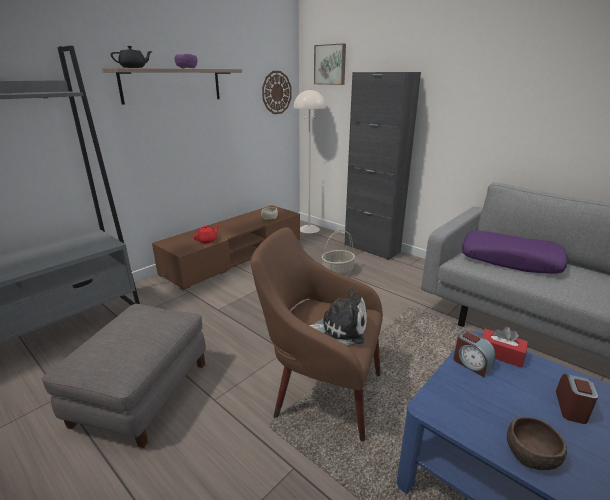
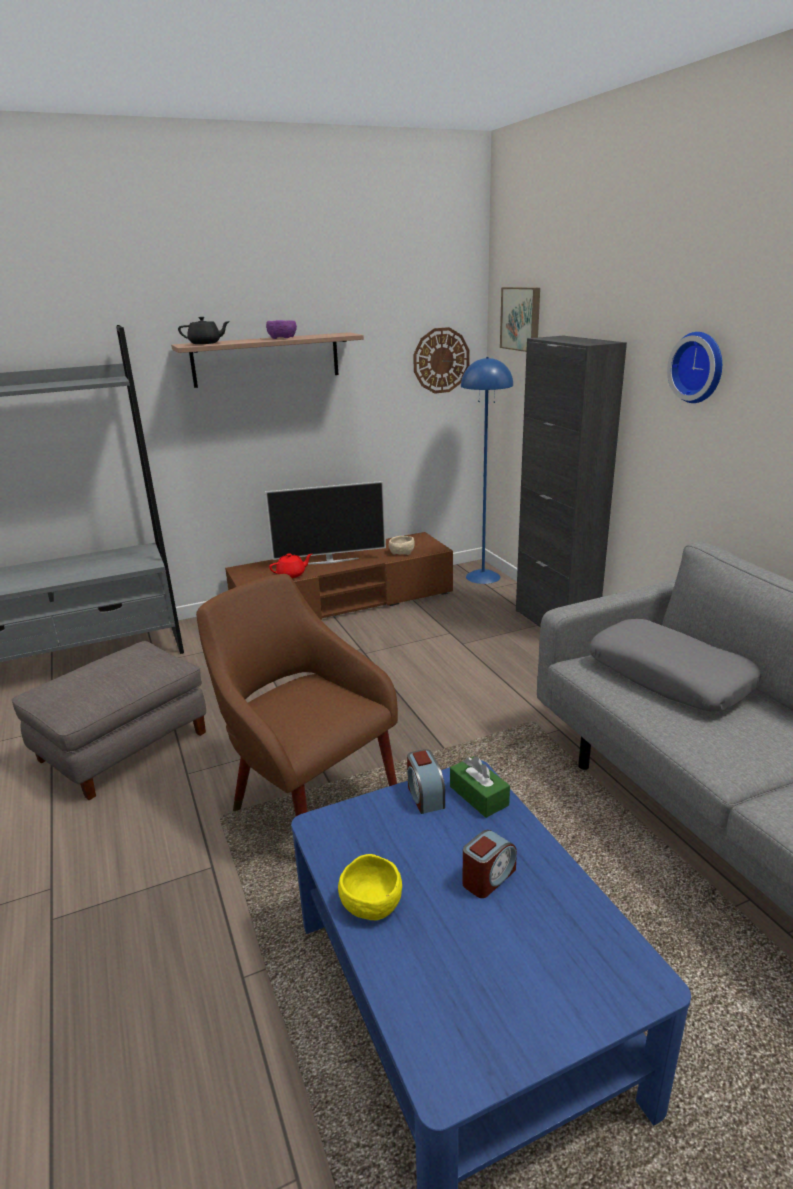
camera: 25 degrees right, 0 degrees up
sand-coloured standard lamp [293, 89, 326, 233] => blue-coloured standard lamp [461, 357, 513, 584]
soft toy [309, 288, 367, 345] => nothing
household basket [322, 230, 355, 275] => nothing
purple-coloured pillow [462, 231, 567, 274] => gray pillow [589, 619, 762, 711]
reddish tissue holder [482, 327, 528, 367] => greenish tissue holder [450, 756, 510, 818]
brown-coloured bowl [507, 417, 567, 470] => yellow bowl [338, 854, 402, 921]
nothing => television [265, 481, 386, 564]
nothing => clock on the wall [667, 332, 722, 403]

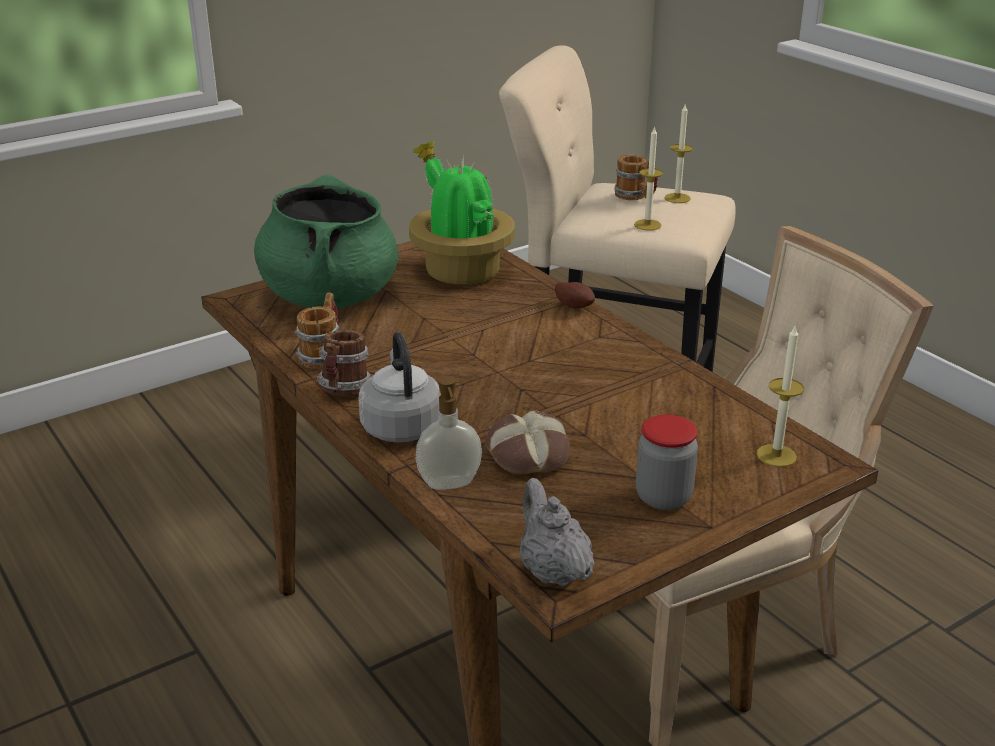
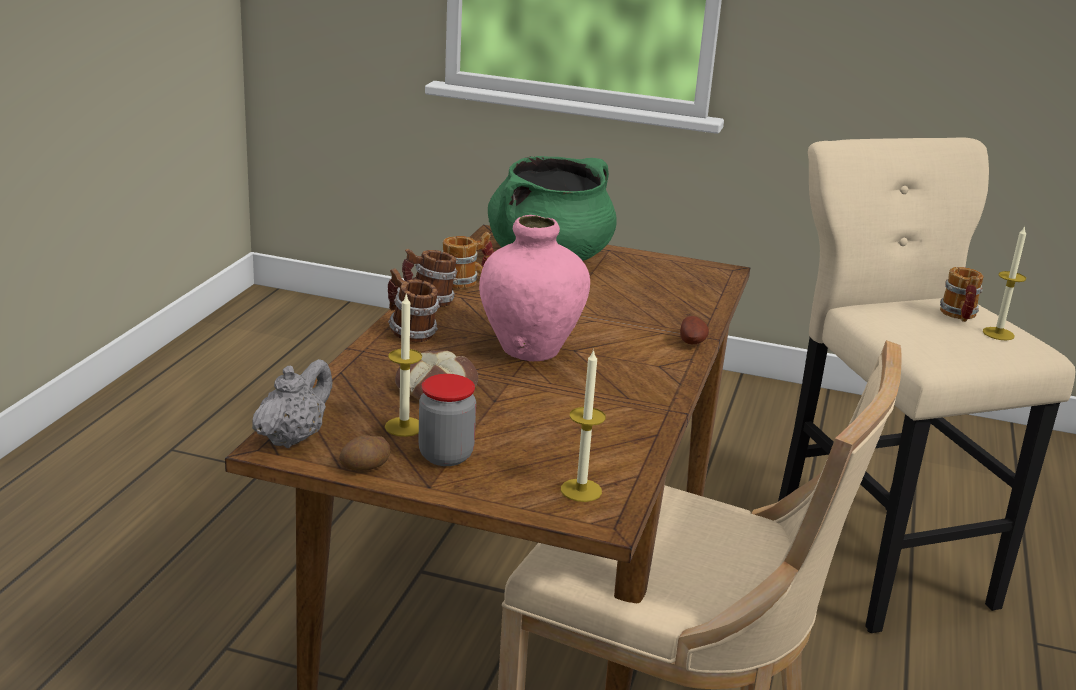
camera: 50 degrees right, 5 degrees down
gray tea kettle [359, 332, 441, 443] => coffee mug [388, 269, 440, 342]
potted plant [409, 141, 515, 285] => nothing
soap dispenser [416, 376, 482, 490] => nothing
wax light [634, 126, 663, 231] => wax light [385, 295, 422, 437], move
nothing => spud [339, 435, 390, 470]
nothing => pinkish flower vase [479, 215, 590, 362]

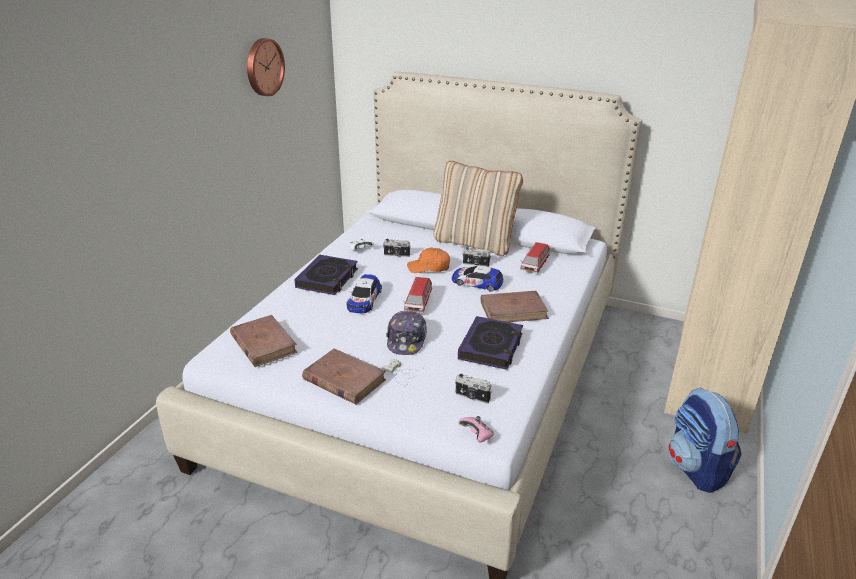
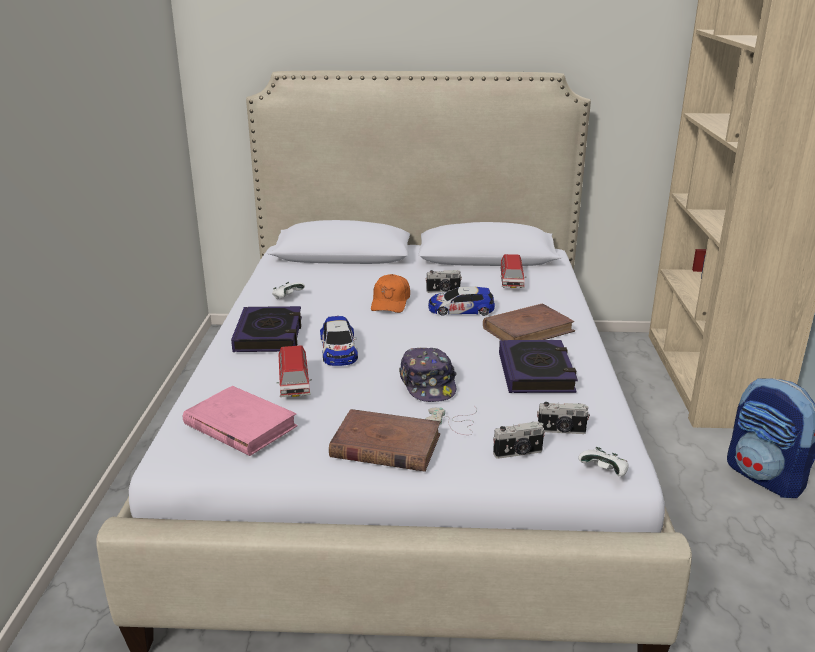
camera: 20 degrees left, 5 degrees down
brown-coloured book [230, 315, 298, 367] => pinkish book [183, 386, 297, 456]
clock on the wall [247, 38, 285, 96] => nothing
still camera [383, 239, 411, 257] => still camera [493, 421, 545, 459], move
model car [403, 277, 432, 313] => model car [276, 345, 312, 397], move
orangey cap [407, 247, 450, 273] => orangey cap [371, 274, 410, 313], 60 degrees counterclockwise
sand-coloured pillow [433, 161, 523, 256] => nothing
pinkish joypad [458, 416, 494, 442] => white joypad [578, 447, 629, 477]

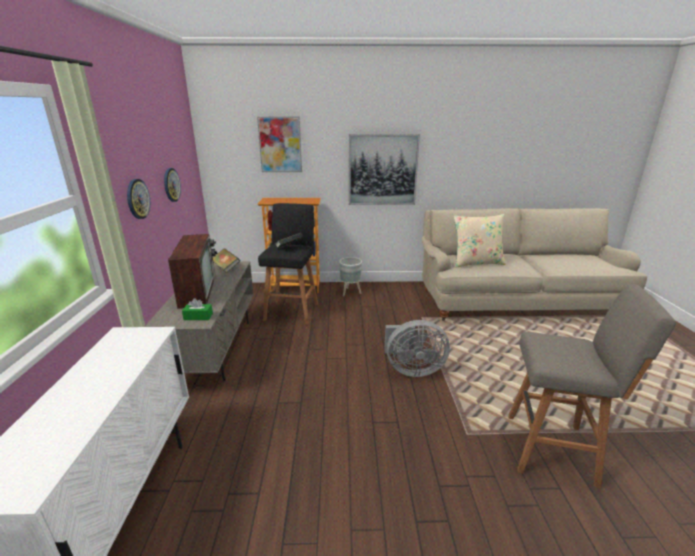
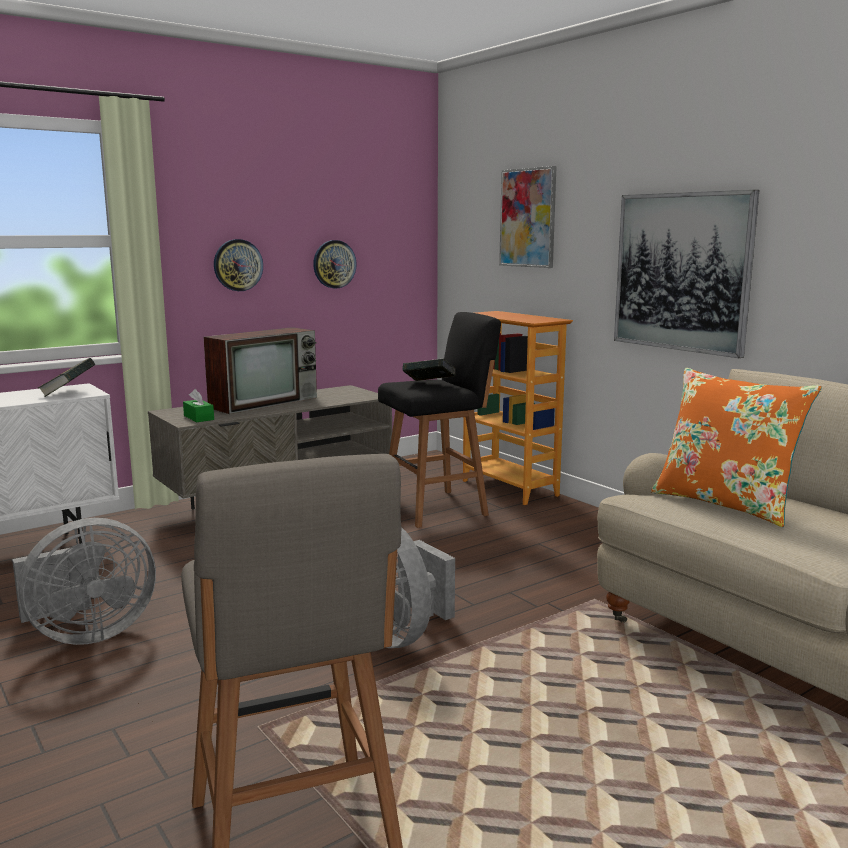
camera: 55 degrees right, 10 degrees down
book [213, 248, 240, 273] => book [38, 358, 95, 397], move
gray plant pot [339, 257, 362, 296] => nothing
sand-coloured pillow [453, 214, 506, 267] => orangey pillow [651, 368, 822, 527]
nothing => gray electric fan [12, 518, 156, 645]

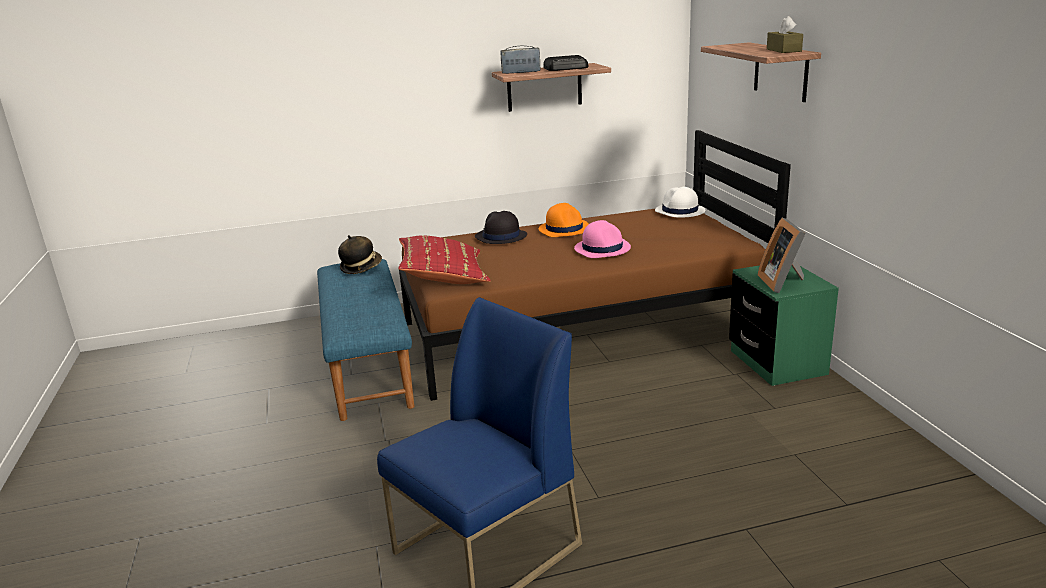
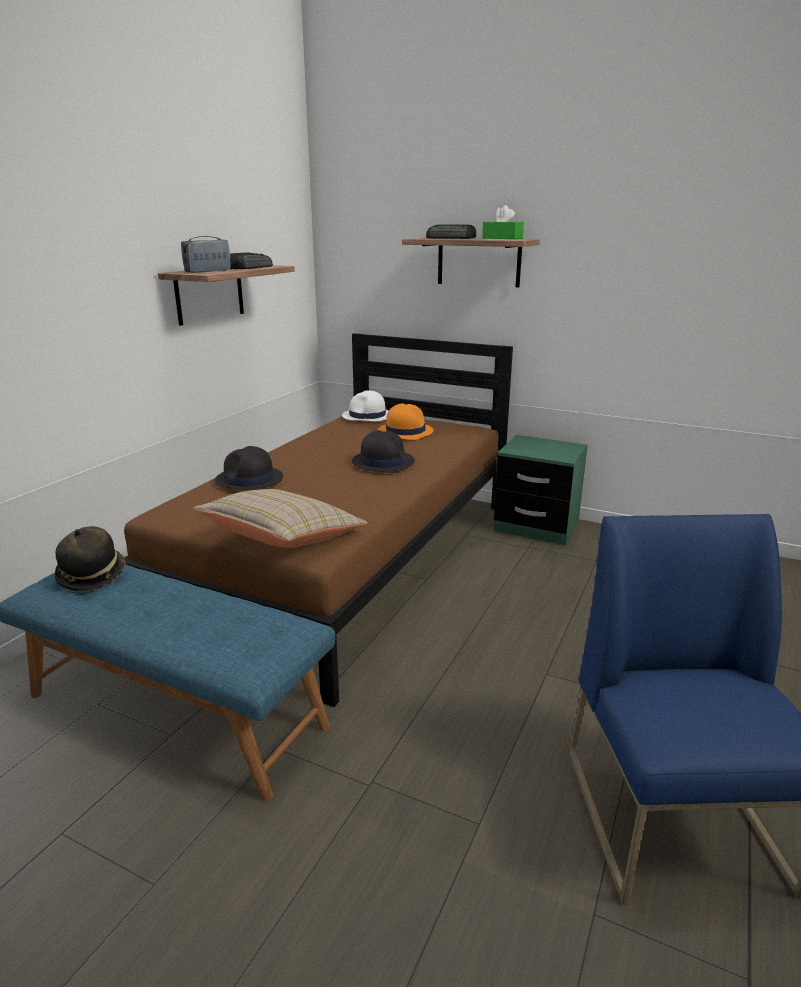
camera: 50 degrees left, 0 degrees up
reddish pillow [398, 235, 491, 284] => sand-coloured pillow [193, 489, 367, 548]
orangey hat [539, 203, 589, 237] => orangey hat [378, 403, 434, 440], move
pinkish hat [574, 220, 631, 258] => blackish hat [352, 430, 415, 473]
picture frame [758, 218, 806, 293] => nothing
brown-coloured tissue holder [767, 16, 803, 53] => greenish tissue holder [482, 205, 524, 239]
nothing => radio receiver [426, 225, 476, 239]

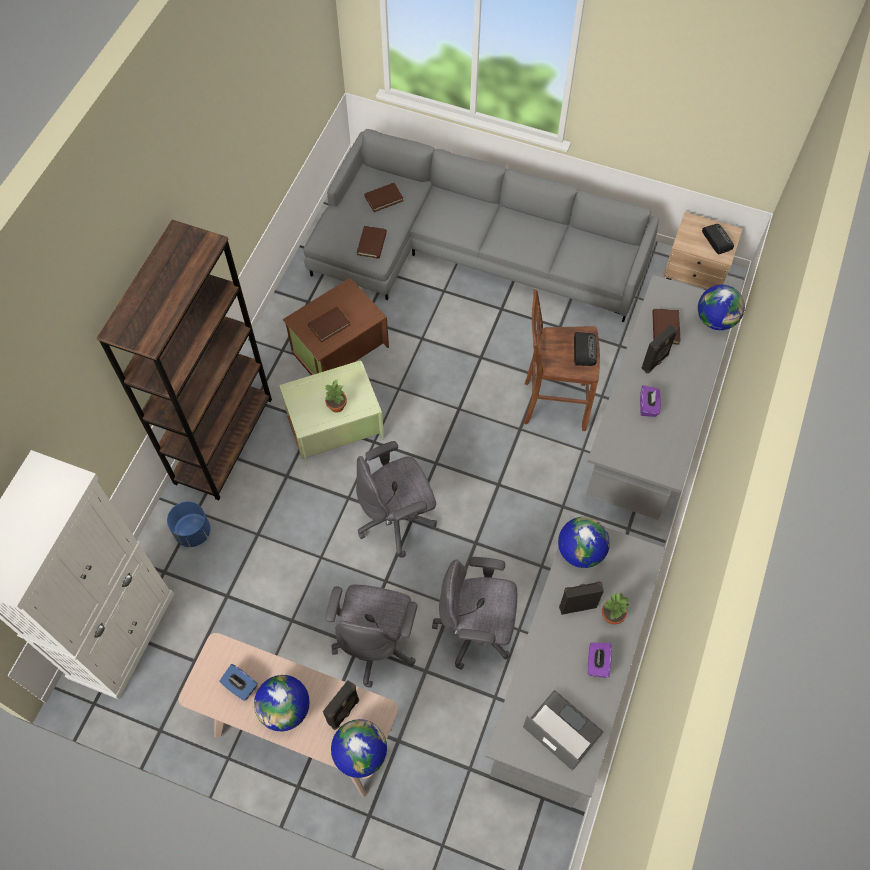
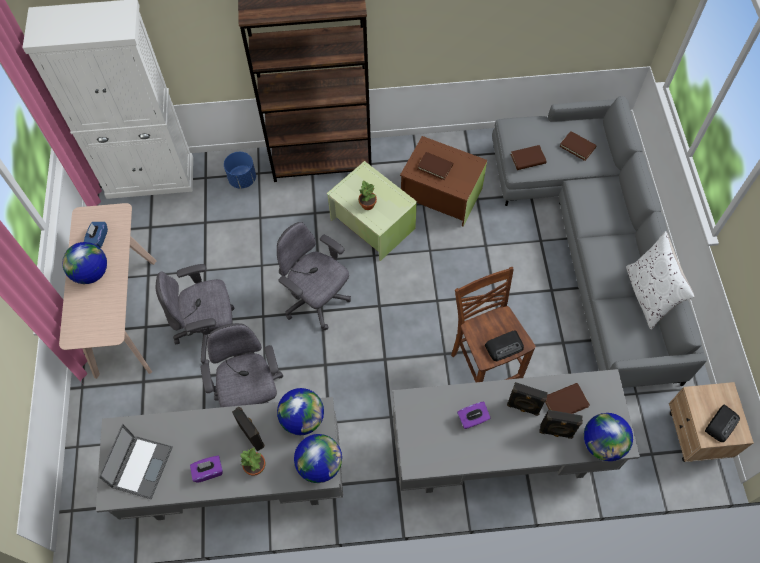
camera: 65 degrees right, 0 degrees up
blackish speaker [323, 680, 359, 730] => blackish speaker [539, 410, 583, 439], move
world globe [331, 719, 387, 778] => world globe [294, 434, 342, 483], move
nothing => white pillow [626, 231, 695, 330]

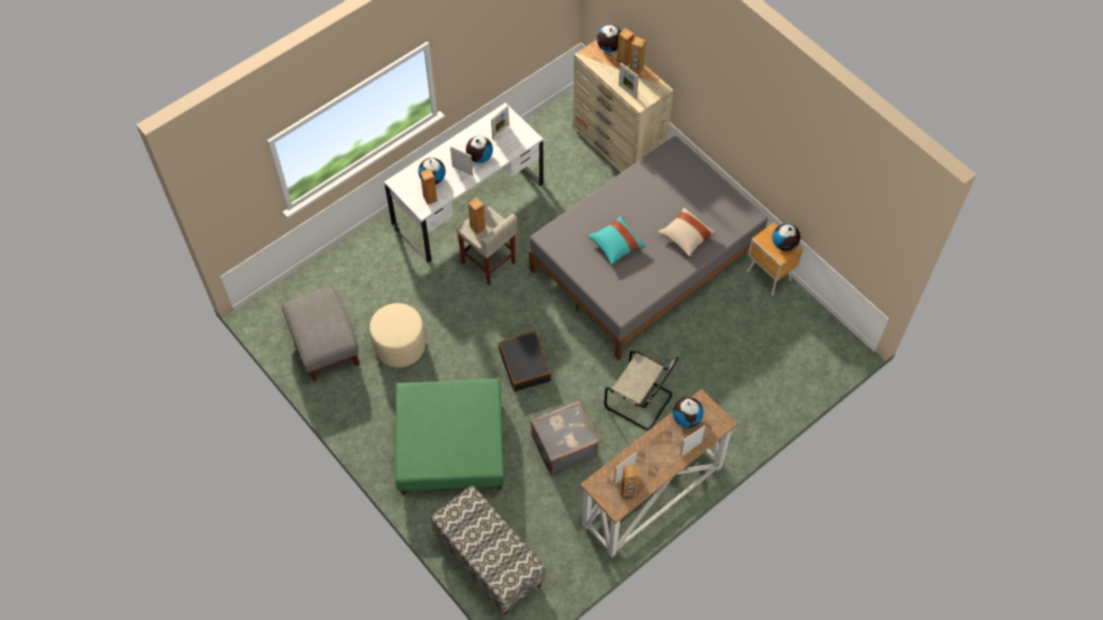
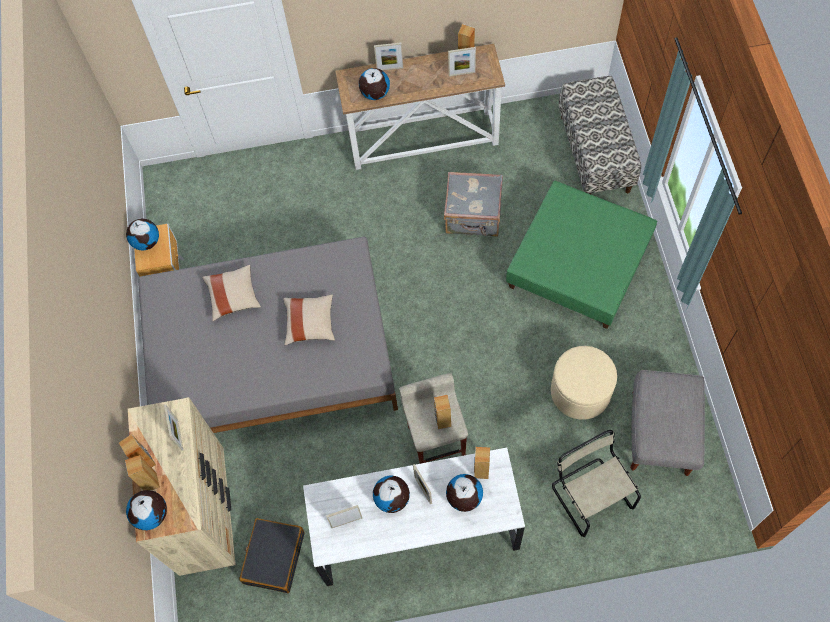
camera: 145 degrees left, 5 degrees up
blackish piece of luggage [498, 331, 552, 392] => blackish piece of luggage [239, 518, 304, 593], move
turquoise-coloured pillow [587, 216, 646, 265] => sand-coloured pillow [283, 295, 335, 345]
sand-coloured plain chair [604, 351, 678, 430] => sand-coloured plain chair [552, 430, 641, 537], move

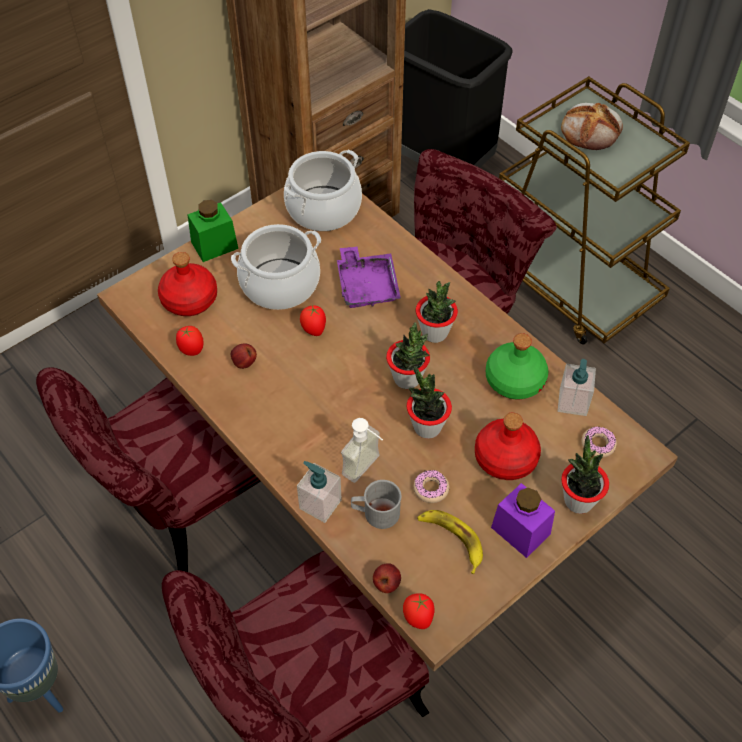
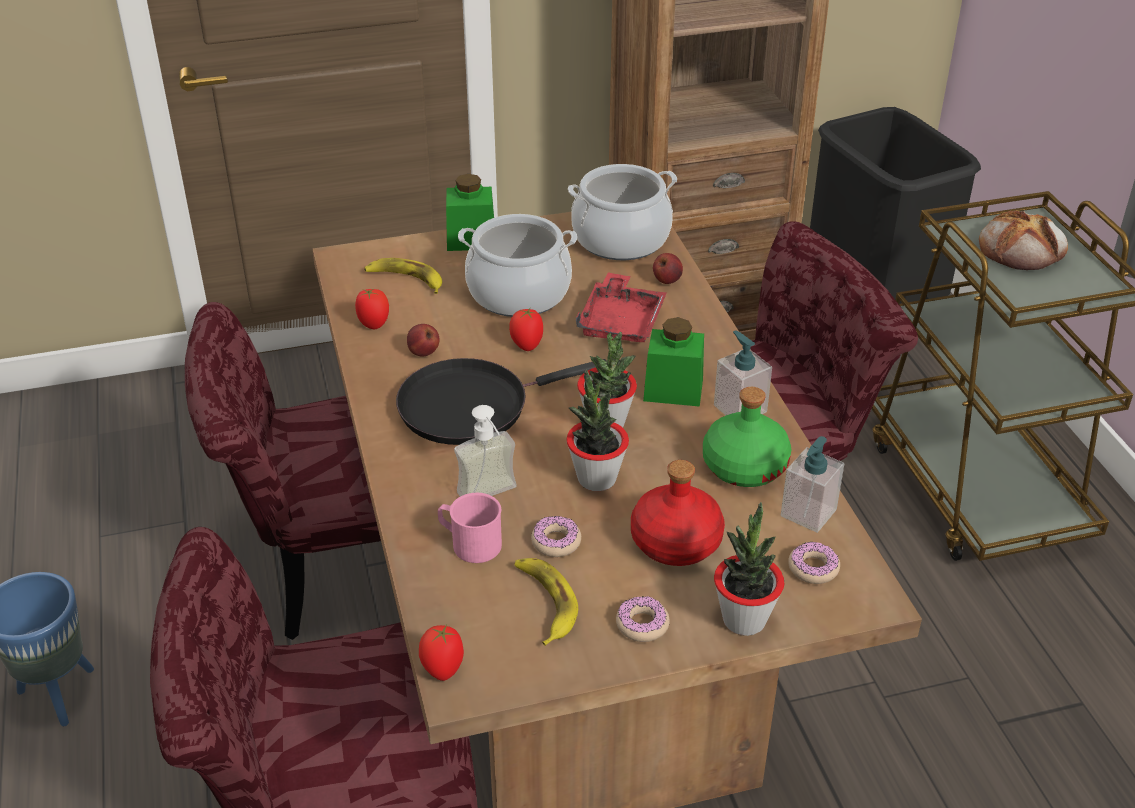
camera: 25 degrees right, 15 degrees down
reddish beverage bottle [158, 252, 217, 316] => banana [364, 258, 442, 294]
soap dispenser [297, 461, 342, 523] => soap dispenser [714, 330, 772, 415], move
purple-coloured serving tray [337, 246, 401, 308] => reddish serving tray [575, 272, 667, 342]
gray coffee mug [351, 480, 401, 529] => pinkish coffee mug [438, 493, 502, 563]
whole apple [373, 563, 401, 593] => whole apple [653, 253, 683, 284], move
potted plant [416, 281, 458, 343] => greenish jar [643, 317, 704, 407]
purple-coloured jar [491, 483, 555, 558] => ring doughnut [616, 596, 670, 642]
nothing => blackish skillet [396, 358, 606, 445]

